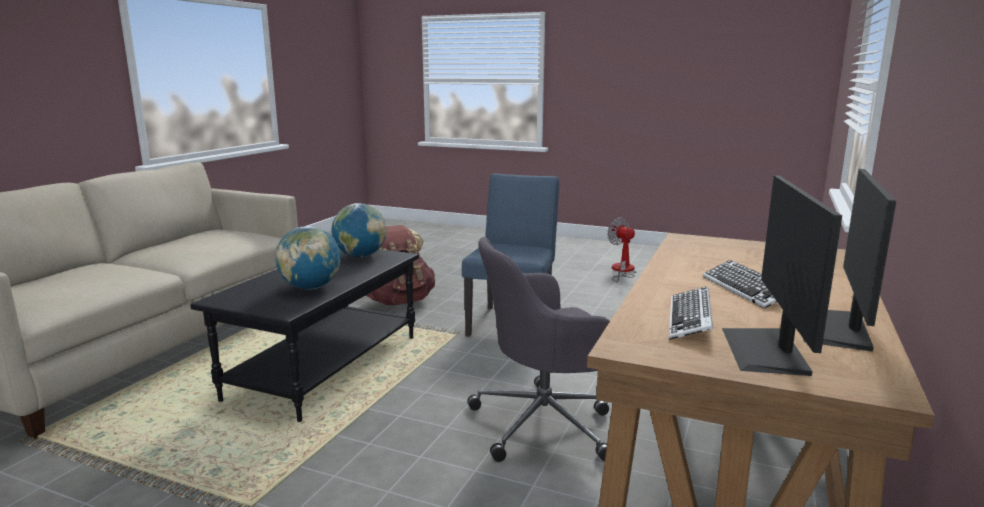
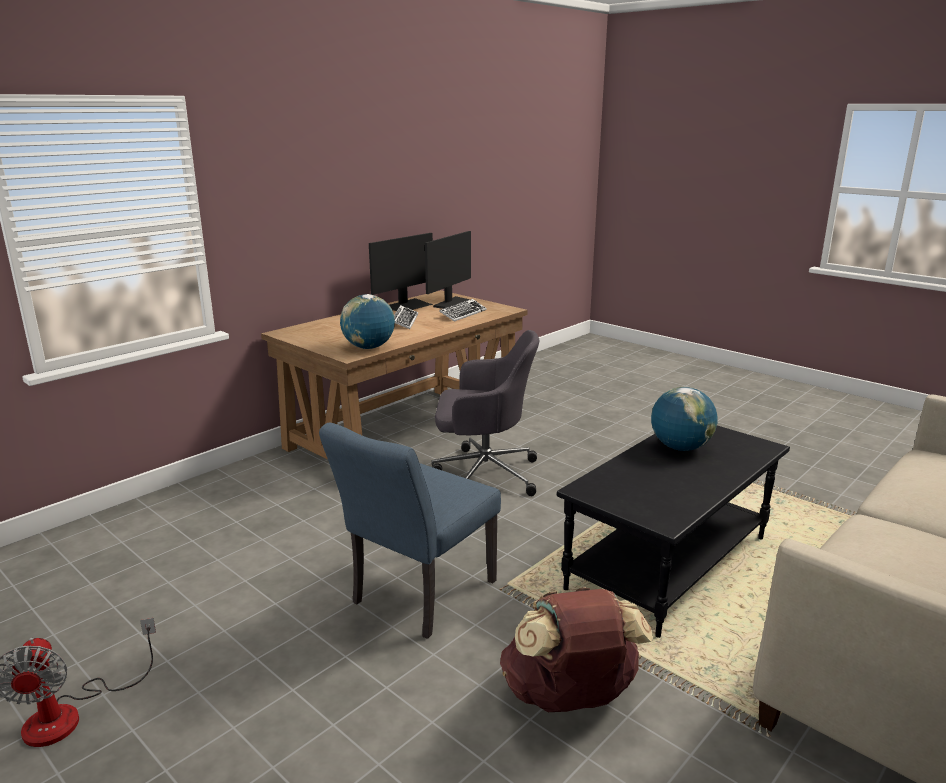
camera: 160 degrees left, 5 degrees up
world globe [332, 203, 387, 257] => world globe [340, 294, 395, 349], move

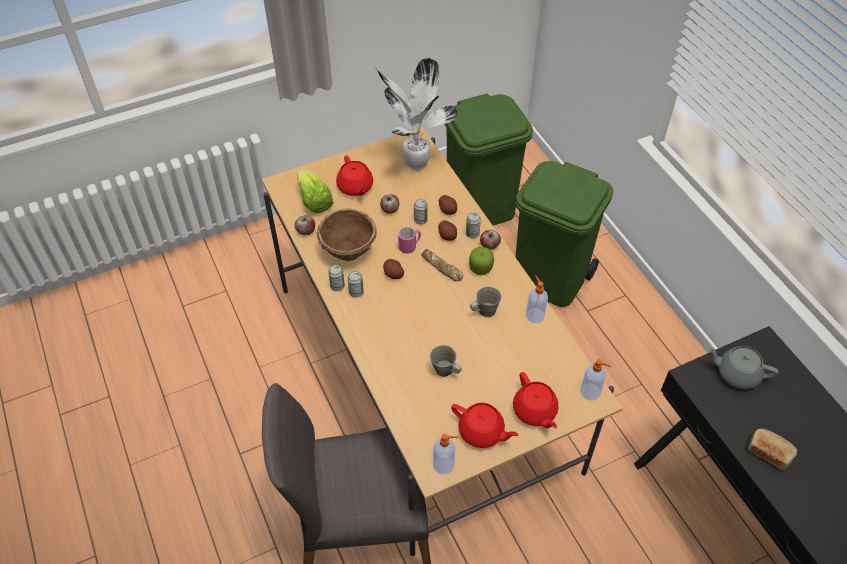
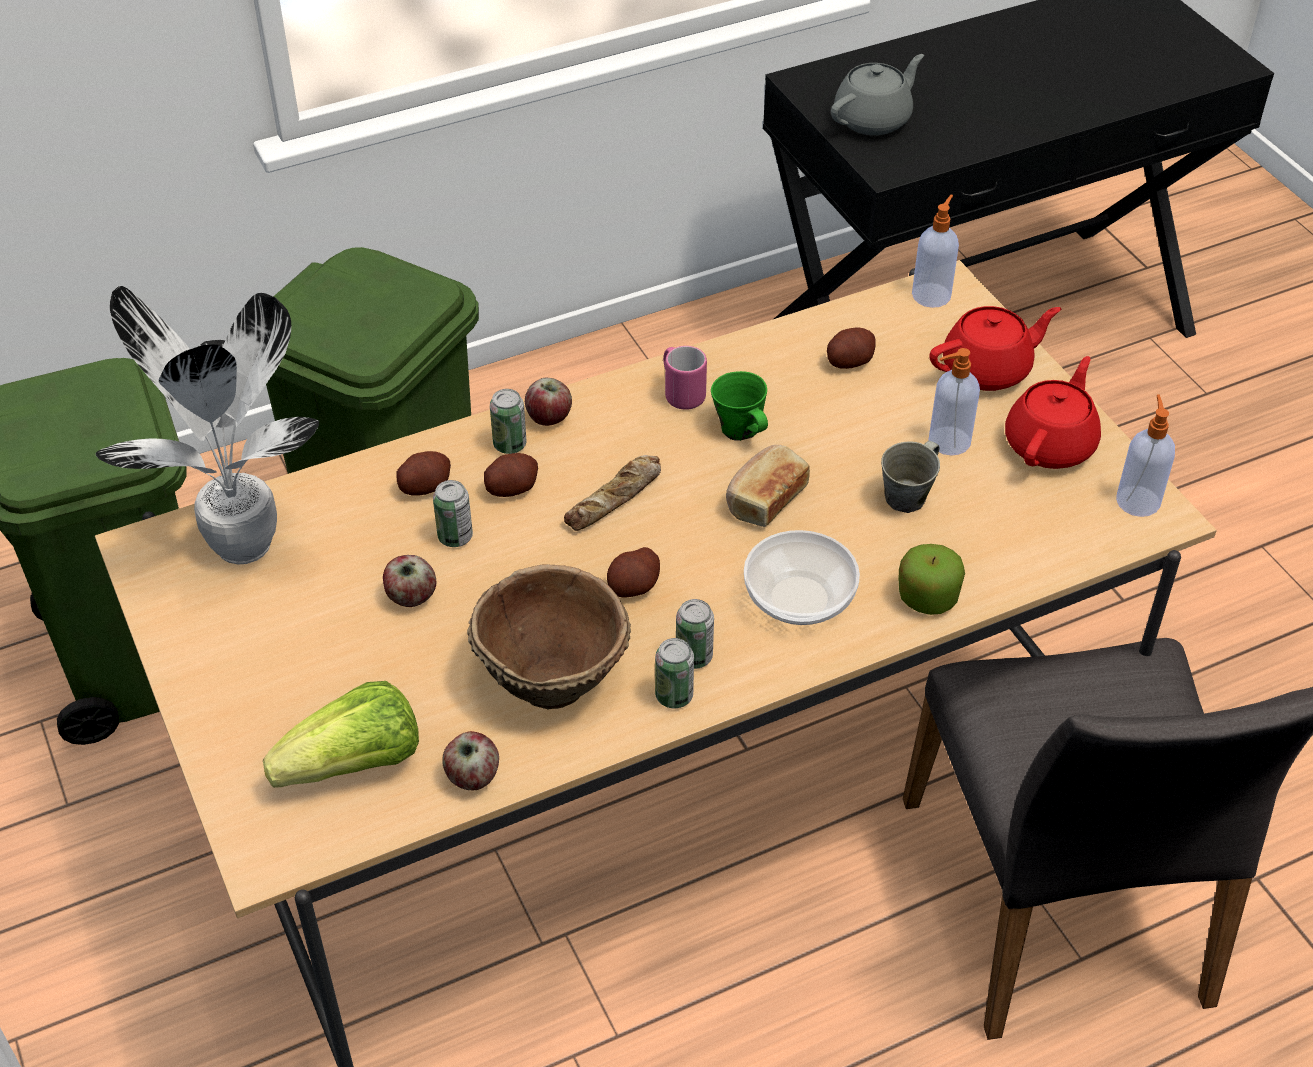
camera: 90 degrees left, 5 degrees down
reddish pot for tea [336, 155, 373, 196] => nothing
pinkish coffee mug [398, 227, 421, 254] => pinkish coffee mug [663, 346, 707, 410], move
whole apple [469, 247, 494, 275] => whole apple [899, 544, 965, 615], move
gray coffee mug [470, 287, 501, 317] => greenish coffee mug [711, 371, 768, 441]
soap dispenser [526, 275, 548, 323] => soap dispenser [928, 348, 980, 456], move
gray pot for tea [707, 346, 779, 389] => gray pot for tea [831, 54, 924, 136], 150 degrees counterclockwise
bakery bread [748, 429, 797, 470] => bakery bread [726, 445, 810, 527], move
nothing => bowl [744, 530, 860, 625]
nothing => spud [827, 328, 875, 369]

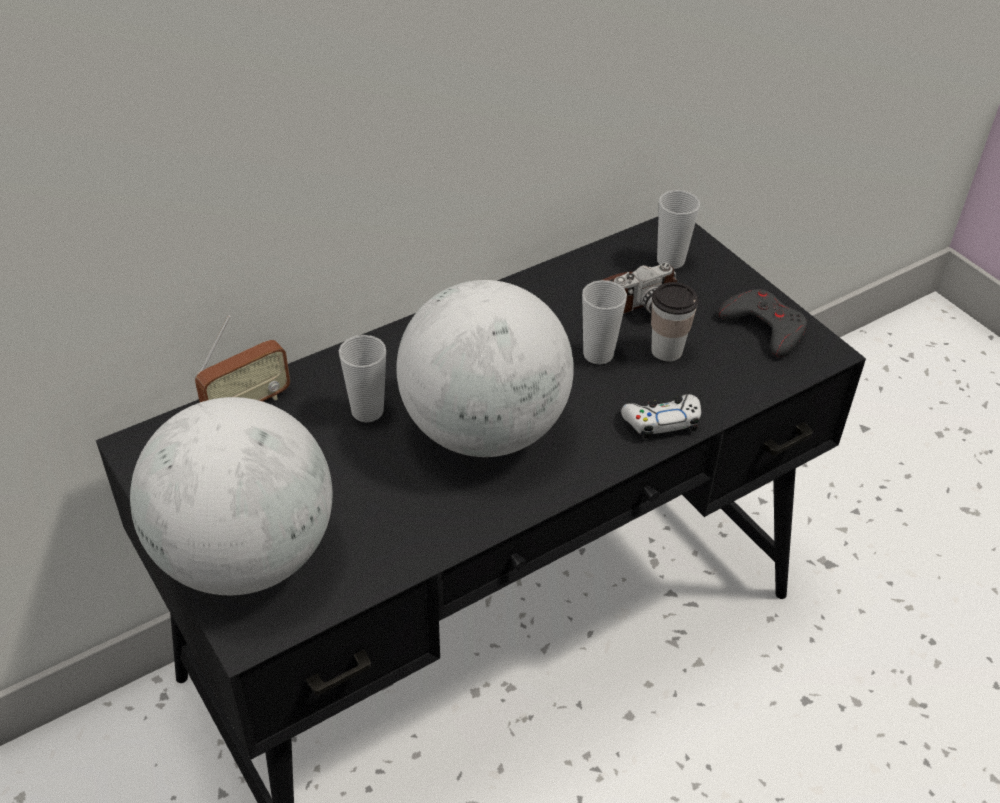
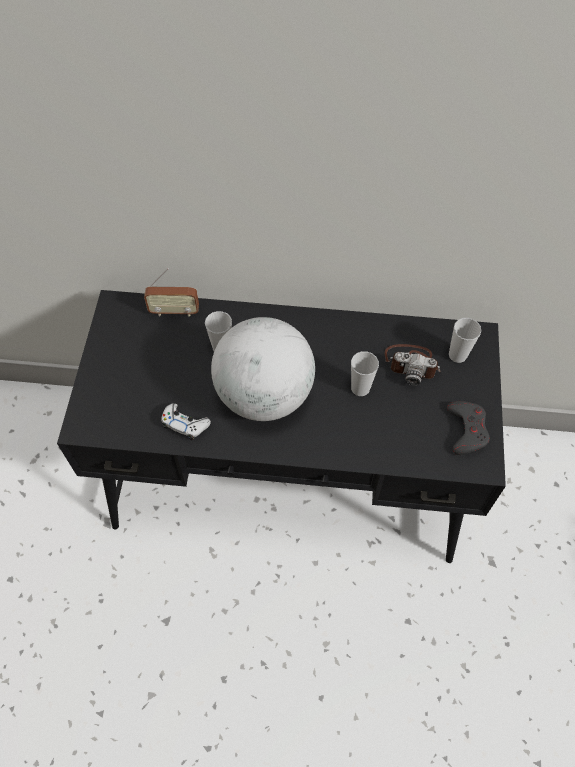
camera: 40 degrees right, 15 degrees up
world globe [130, 397, 332, 595] => nothing
white joypad [621, 394, 701, 439] => white joypad [161, 403, 211, 440], move
cup [651, 282, 699, 362] => nothing

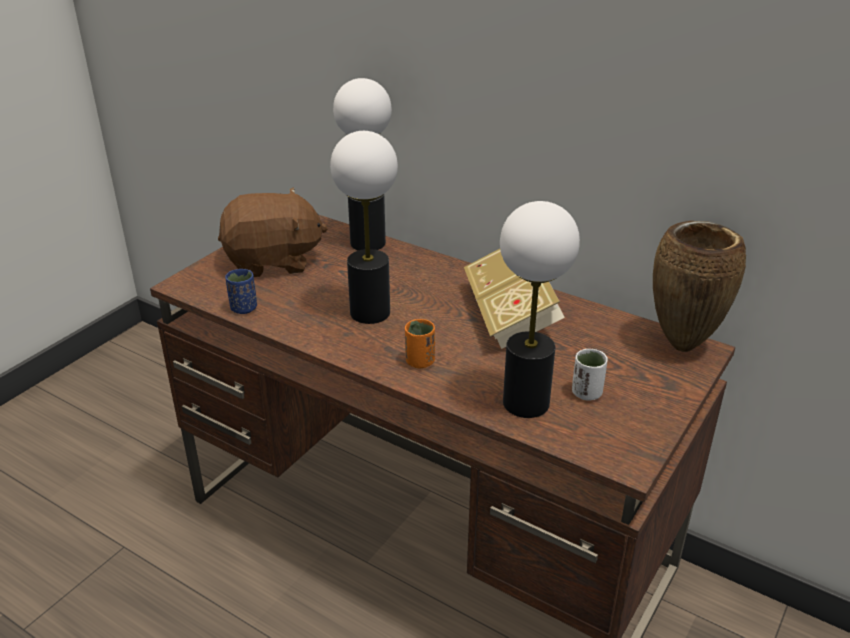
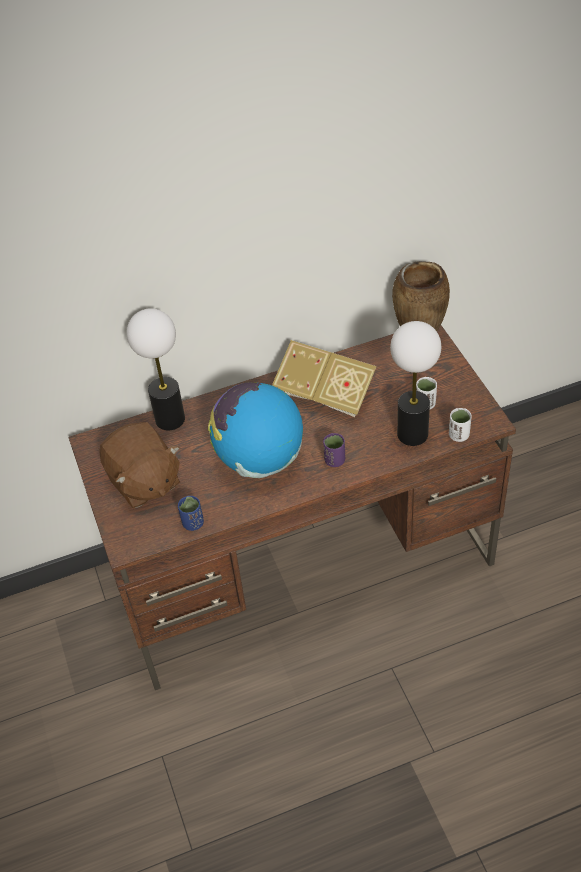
camera: 50 degrees left, 15 degrees up
brown-coloured soft toy [218, 187, 328, 277] => brown-coloured soft toy [99, 422, 180, 508], 120 degrees clockwise
tabletop lamp [330, 131, 398, 324] => world globe [208, 382, 303, 478]
orangey cup [405, 319, 435, 368] => purple-coloured cup [323, 433, 345, 467]
nothing => white cup [449, 408, 472, 442]

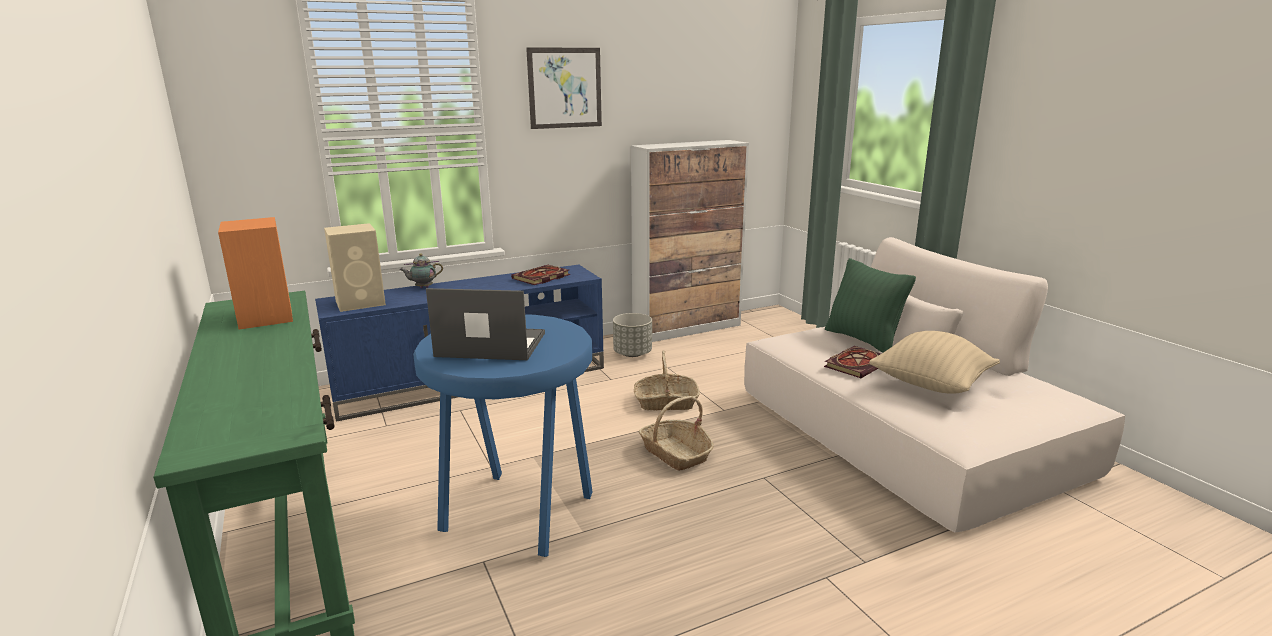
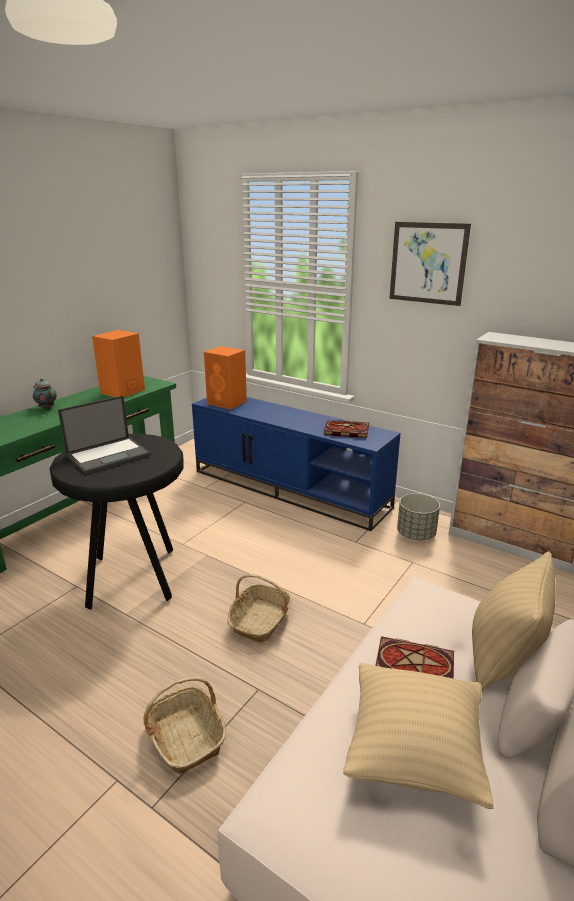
camera: 60 degrees right, 5 degrees up
sand-coloured speaker [324, 223, 386, 312] => orangey speaker [204, 346, 247, 410]
pot for tea [399, 254, 443, 288] => pot for tea [33, 378, 57, 409], move
blue-coloured stool [413, 314, 593, 557] => blackish stool [50, 434, 184, 610]
laptop [426, 288, 545, 360] => laptop [58, 396, 151, 474], 75 degrees clockwise
household basket [634, 350, 700, 410] => household basket [143, 677, 226, 774], move
greenish pillow [825, 258, 916, 353] => sand-coloured pillow [472, 551, 556, 690]

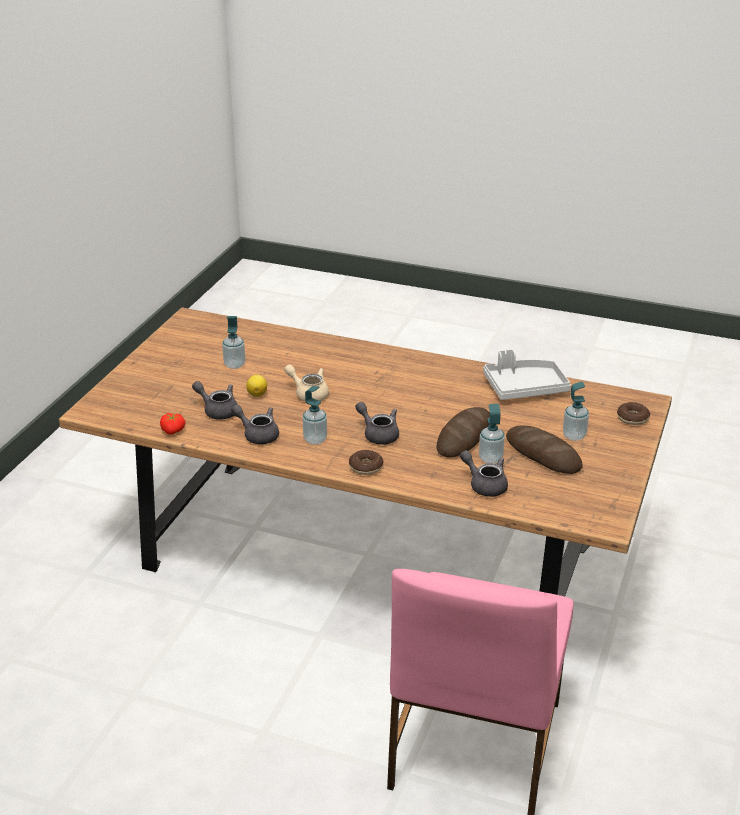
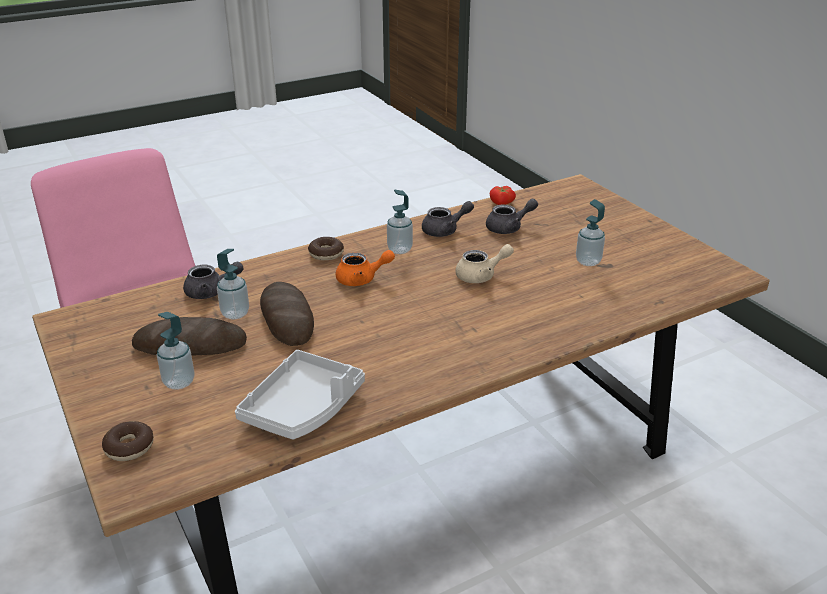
camera: 130 degrees right, 0 degrees up
whole lemon [246, 375, 267, 397] => nothing
gray pot for tea [355, 402, 399, 445] => orangey pot for tea [336, 250, 395, 286]

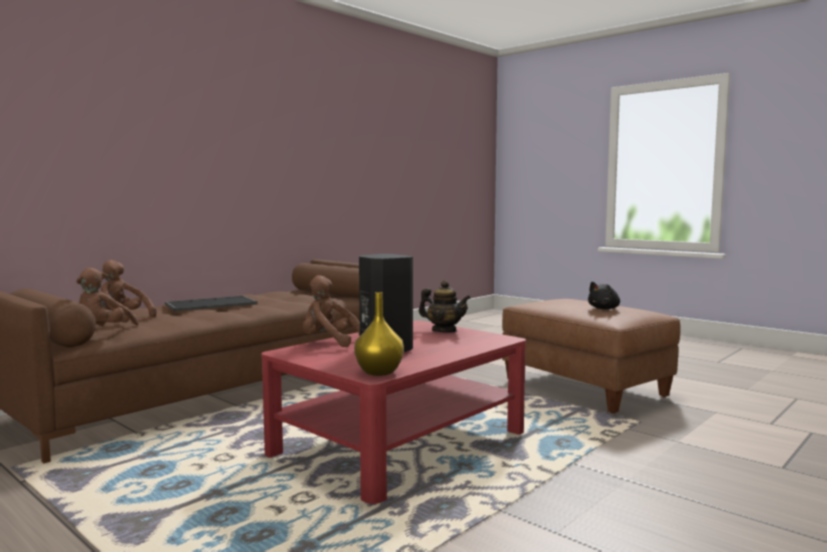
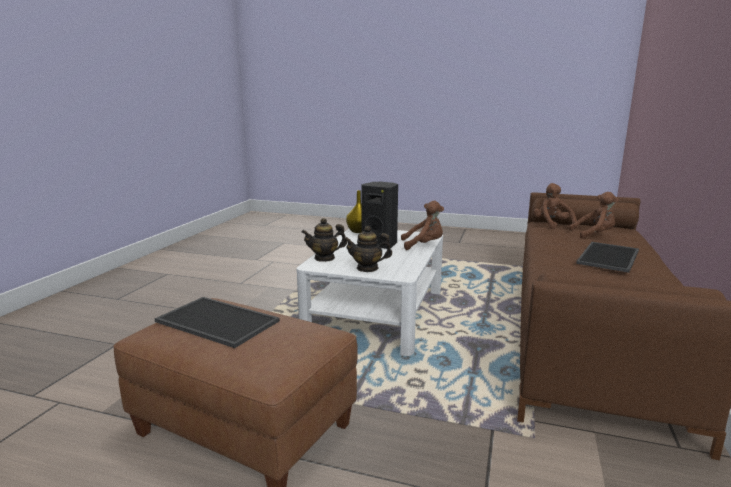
camera: 155 degrees right, 10 degrees up
reddish coffee table [261, 321, 526, 504] => white coffee table [296, 229, 443, 356]
blackish soft toy [588, 282, 620, 309] => serving tray [155, 297, 280, 348]
nothing => pot for tea [301, 218, 347, 262]

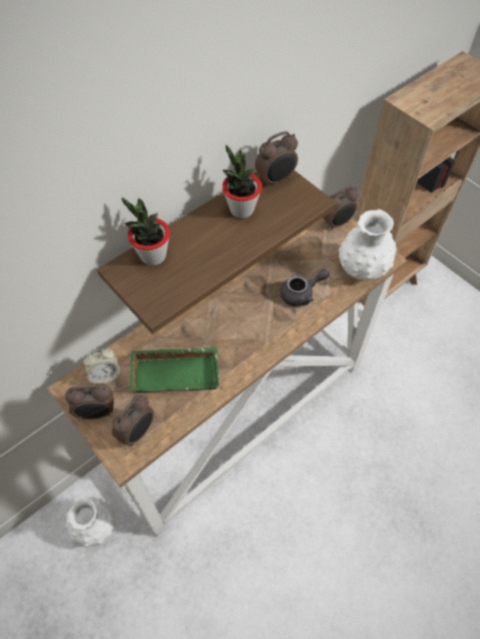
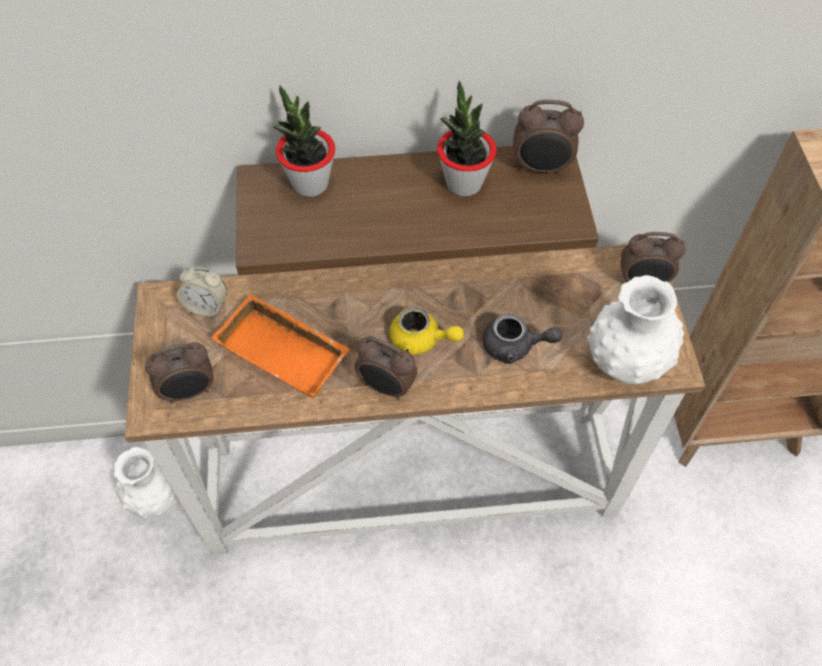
camera: 35 degrees right, 0 degrees up
bedside clock [65, 383, 114, 420] => bedside clock [354, 336, 417, 400], move
greenish serving tray [129, 347, 219, 393] => orangey serving tray [211, 294, 350, 398]
nothing => yellow pot for tea [390, 306, 464, 355]

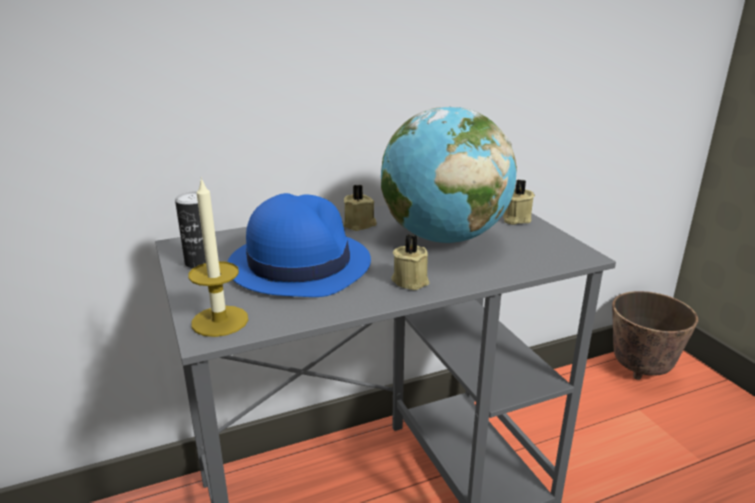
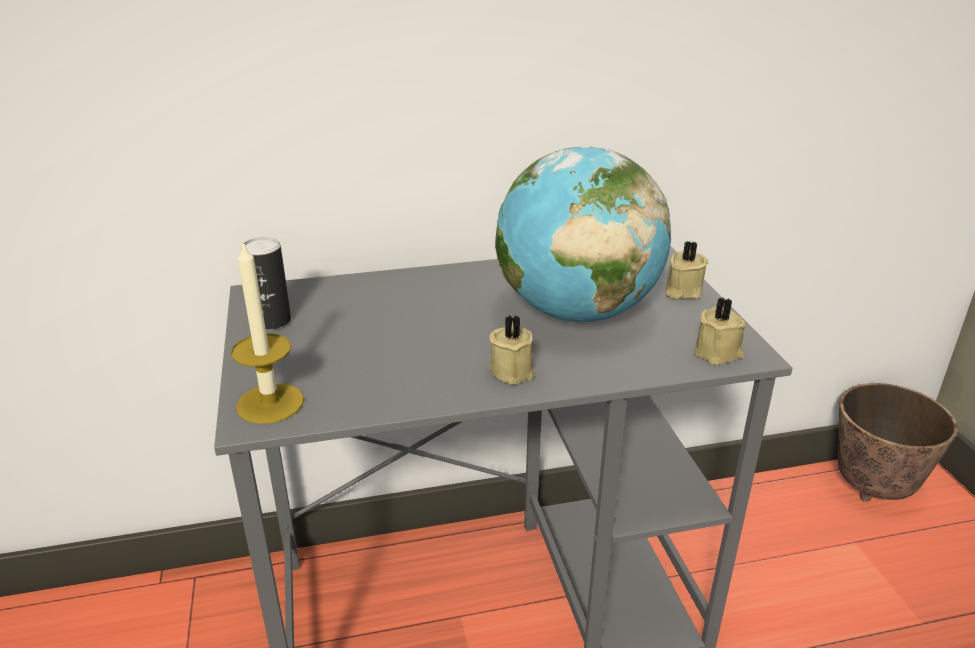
camera: 10 degrees right, 5 degrees up
blue-coloured hat [227, 193, 371, 297] => nothing
sand-coloured wax light [343, 185, 377, 231] => sand-coloured wax light [694, 298, 746, 365], move

